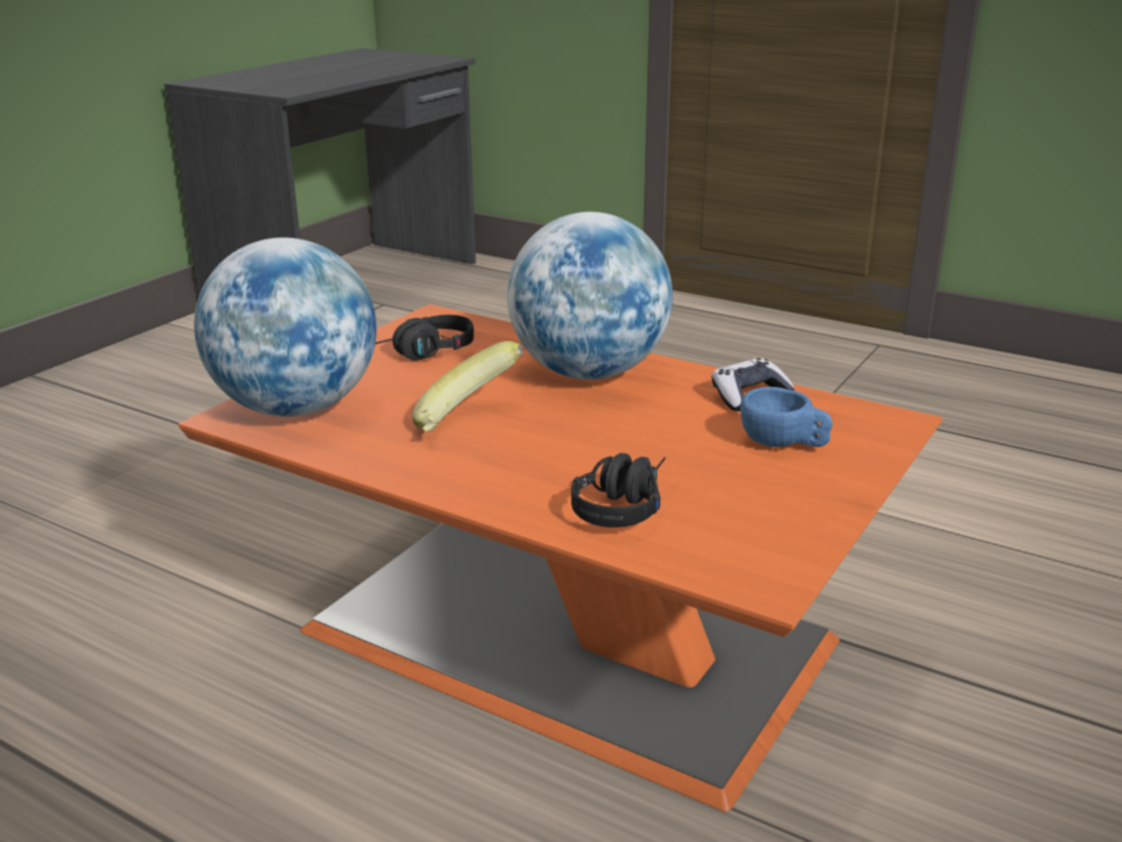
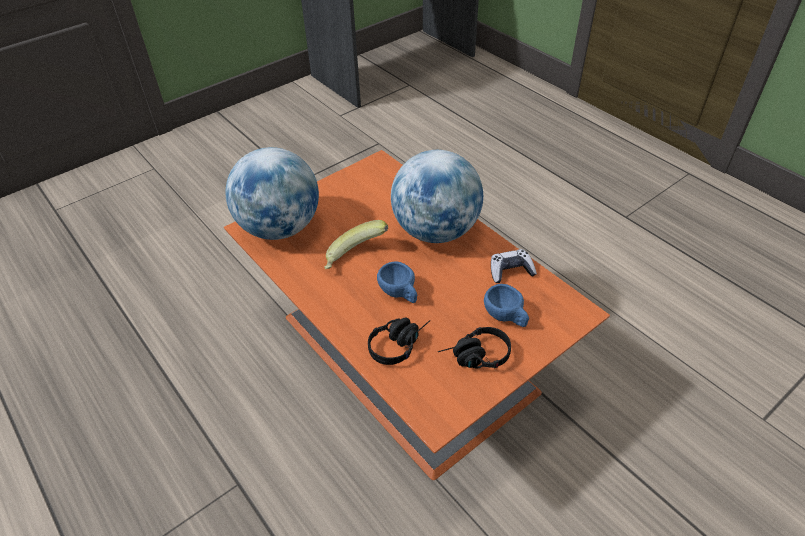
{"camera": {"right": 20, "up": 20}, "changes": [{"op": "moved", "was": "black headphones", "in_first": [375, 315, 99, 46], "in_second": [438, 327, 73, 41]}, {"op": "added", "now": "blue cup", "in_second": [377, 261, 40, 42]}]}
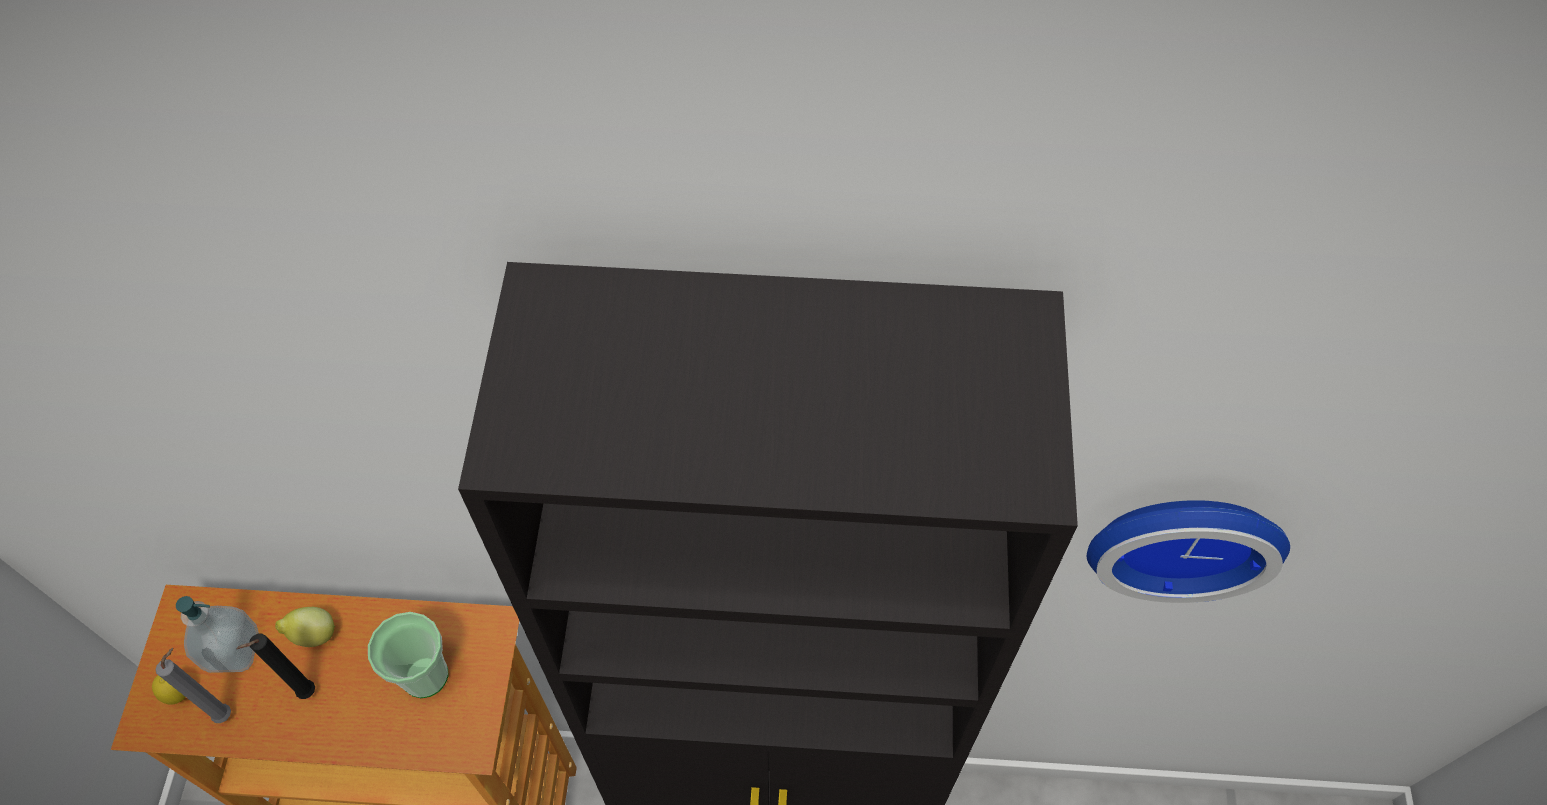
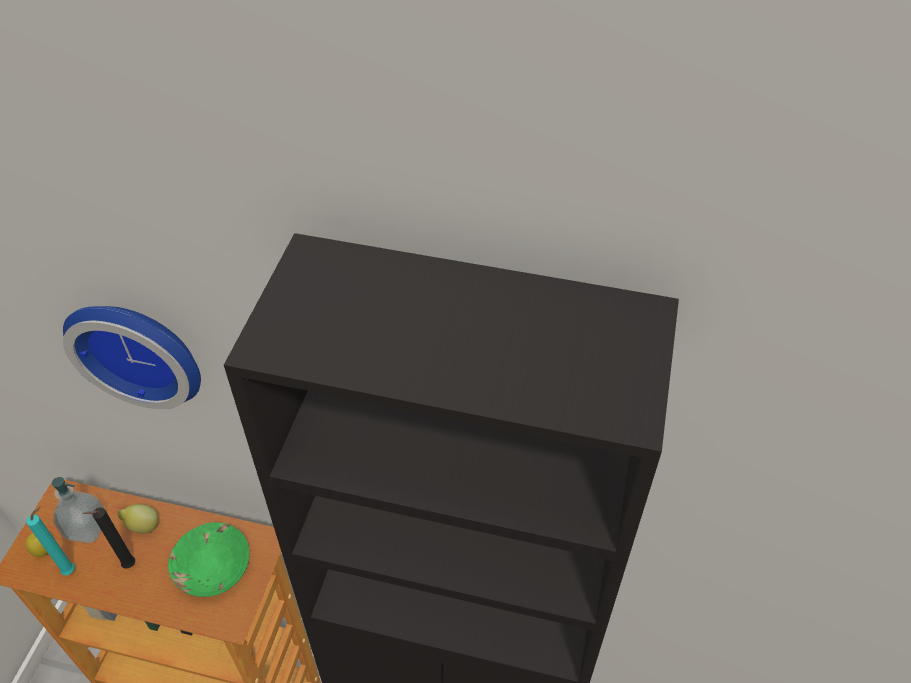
{"camera": {"right": 10, "up": -10}, "changes": [{"op": "moved", "was": "wall clock", "in_first": [1087, 500, 203, 103], "in_second": [63, 306, 138, 103]}, {"op": "replaced", "was": "cup", "now": "green bowl", "in_first": [368, 612, 80, 86], "in_second": [168, 522, 82, 75]}, {"op": "recoloured", "was": "grey candle", "now": "turquoise candle", "in_first": [155, 648, 76, 75], "in_second": [26, 506, 49, 69]}]}
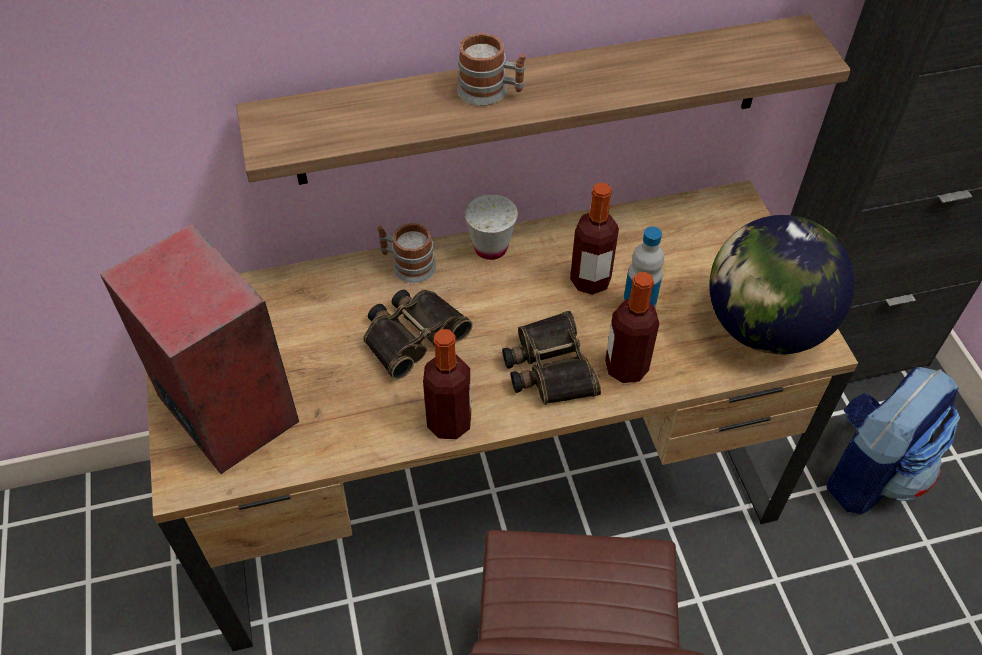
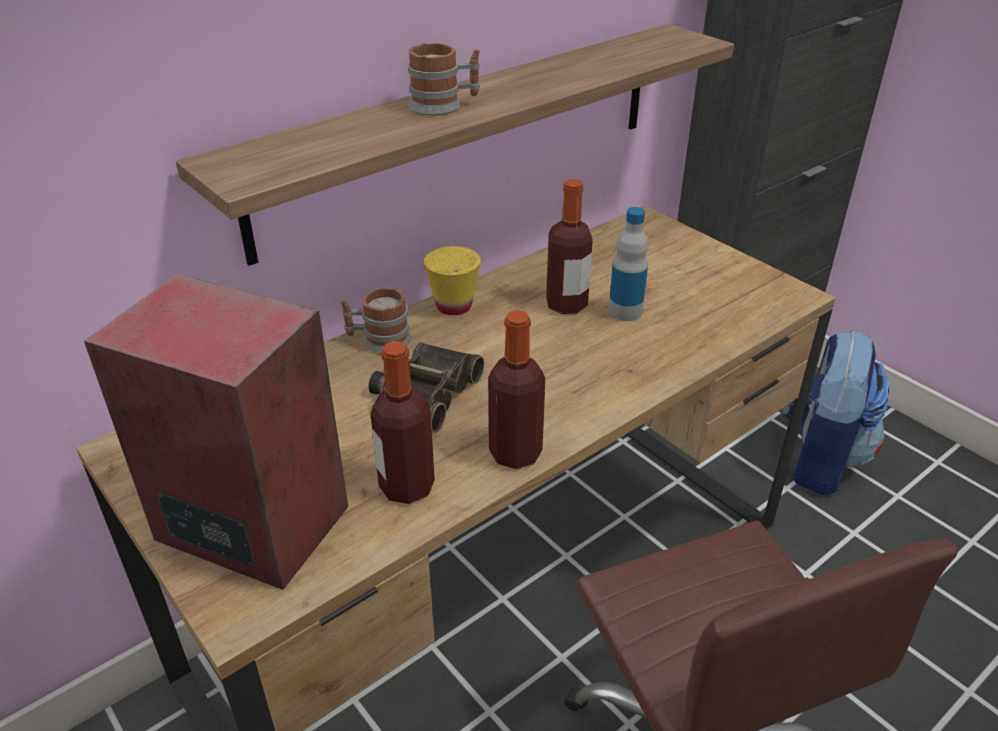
{"camera": {"right": -25, "up": -15}, "changes": [{"op": "recoloured", "was": "white cup", "now": "yellow cup", "in_first": [464, 194, 54, 66], "in_second": [424, 246, 57, 69]}, {"op": "removed", "was": "globe", "in_first": [709, 215, 146, 140]}, {"op": "moved", "was": "bottle", "in_first": [605, 272, 54, 111], "in_second": [370, 341, 65, 163]}, {"op": "removed", "was": "binoculars", "in_first": [502, 311, 99, 94]}]}
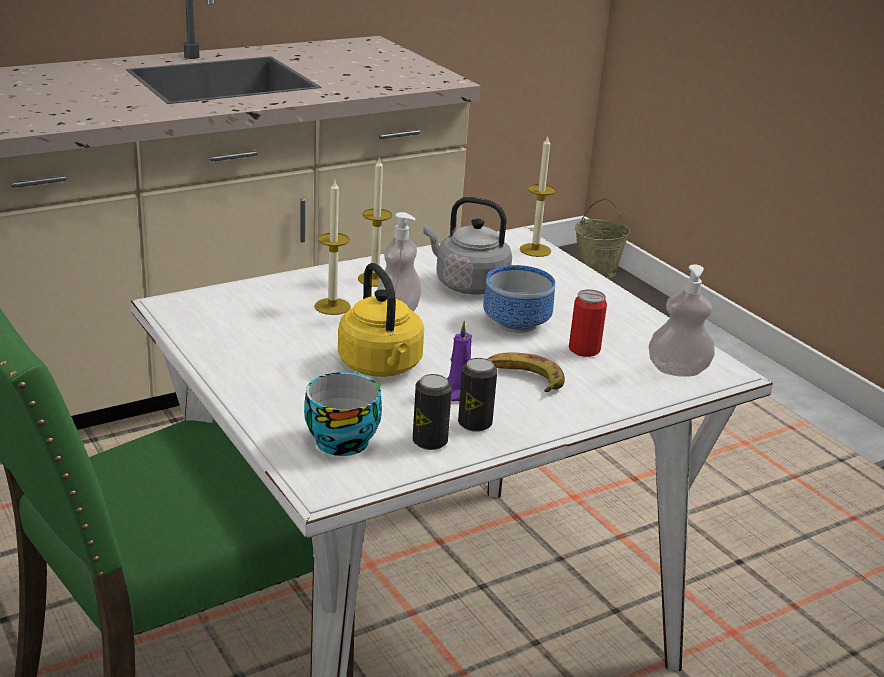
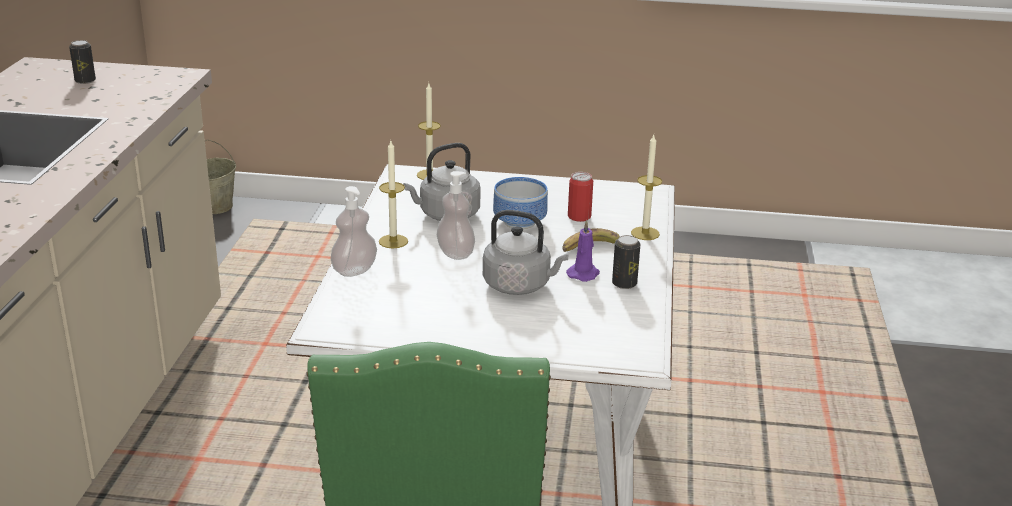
{"camera": {"right": -50, "up": 0}, "changes": [{"op": "moved", "was": "candle", "in_first": [314, 180, 37, 135], "in_second": [631, 135, 31, 105]}, {"op": "recoloured", "was": "yellow kettle", "now": "grey kettle", "in_first": [338, 263, 86, 114], "in_second": [483, 210, 86, 85]}, {"op": "moved", "was": "soap dispenser", "in_first": [649, 264, 66, 113], "in_second": [330, 186, 47, 91]}, {"op": "removed", "was": "cup", "in_first": [304, 372, 78, 84]}, {"op": "moved", "was": "can", "in_first": [413, 374, 39, 76], "in_second": [69, 40, 27, 44]}]}
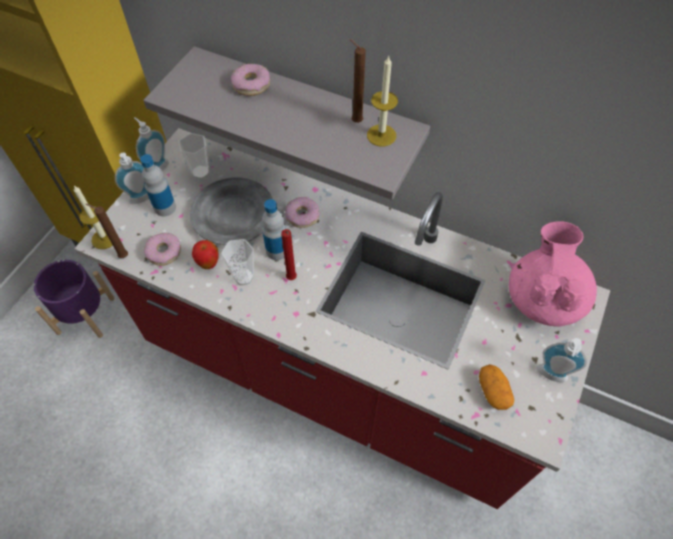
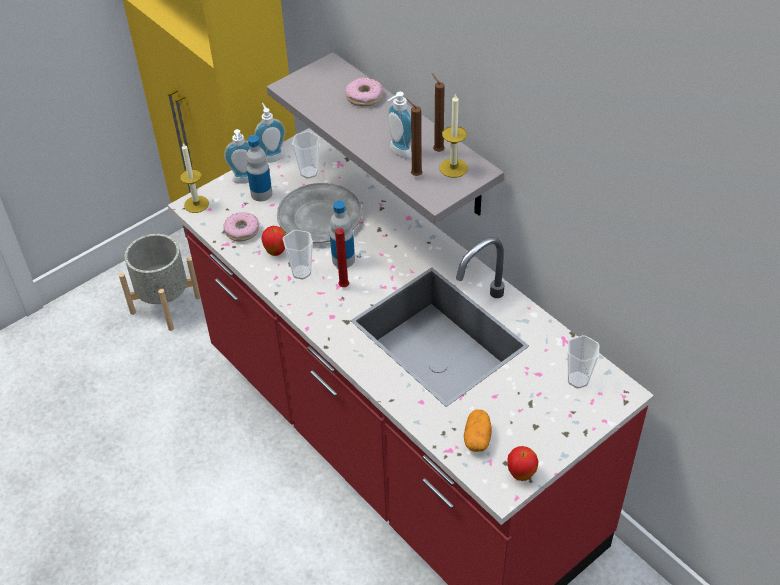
{"camera": {"right": 25, "up": -10}, "changes": [{"op": "removed", "was": "donut", "in_first": [285, 197, 34, 31]}, {"op": "moved", "was": "brown candle", "in_first": [86, 204, 42, 54], "in_second": [407, 99, 15, 77]}, {"op": "replaced", "was": "pink teapot", "now": "cup", "in_first": [509, 222, 88, 104], "in_second": [567, 335, 33, 54]}, {"op": "recoloured", "was": "purple planter", "now": "grey planter", "in_first": [34, 260, 80, 78], "in_second": [119, 234, 82, 97]}, {"op": "moved", "was": "soap dispenser", "in_first": [537, 338, 50, 44], "in_second": [387, 92, 25, 67]}, {"op": "added", "now": "apple", "in_second": [507, 446, 31, 35]}]}
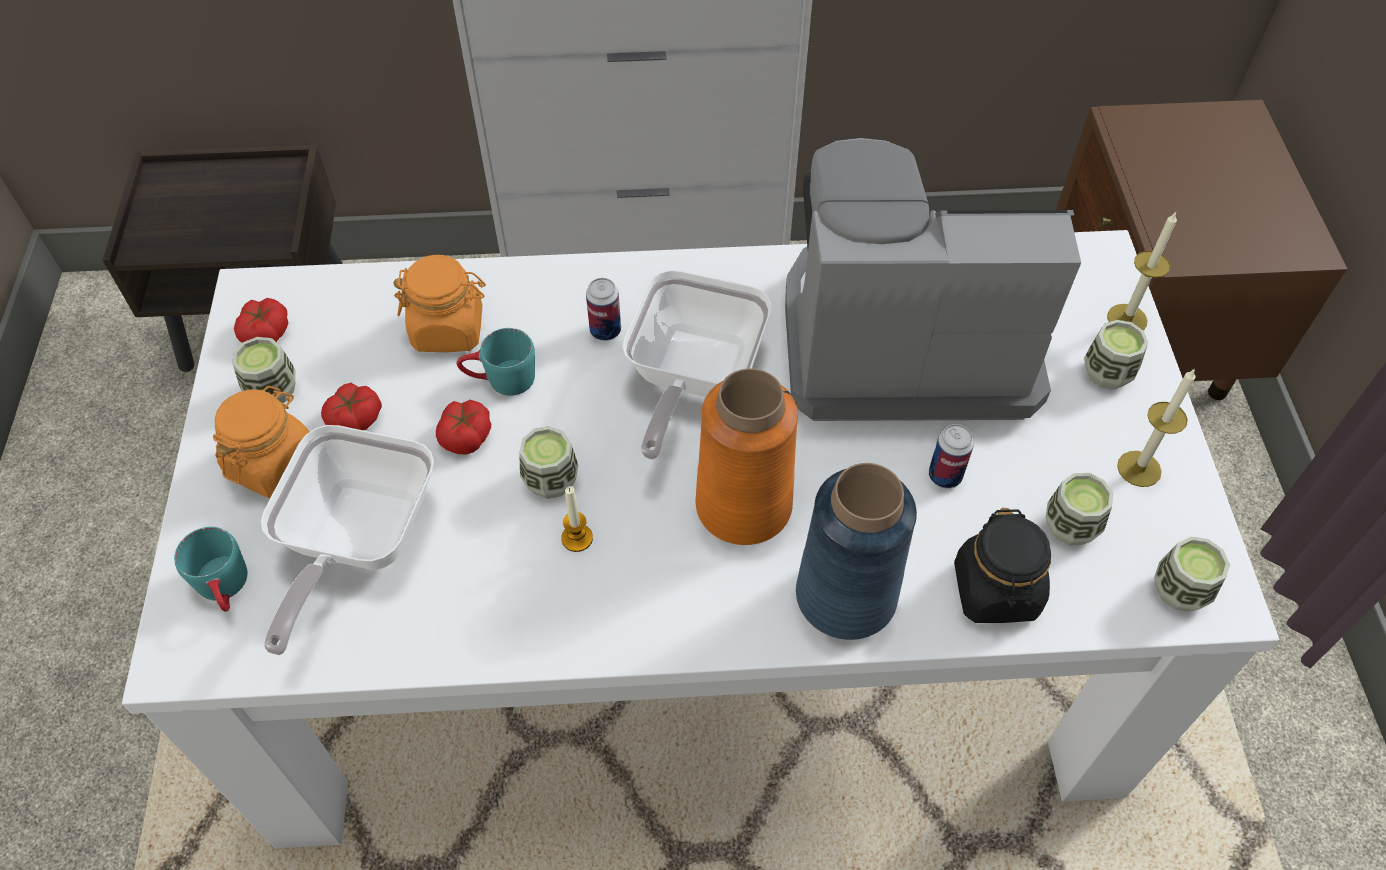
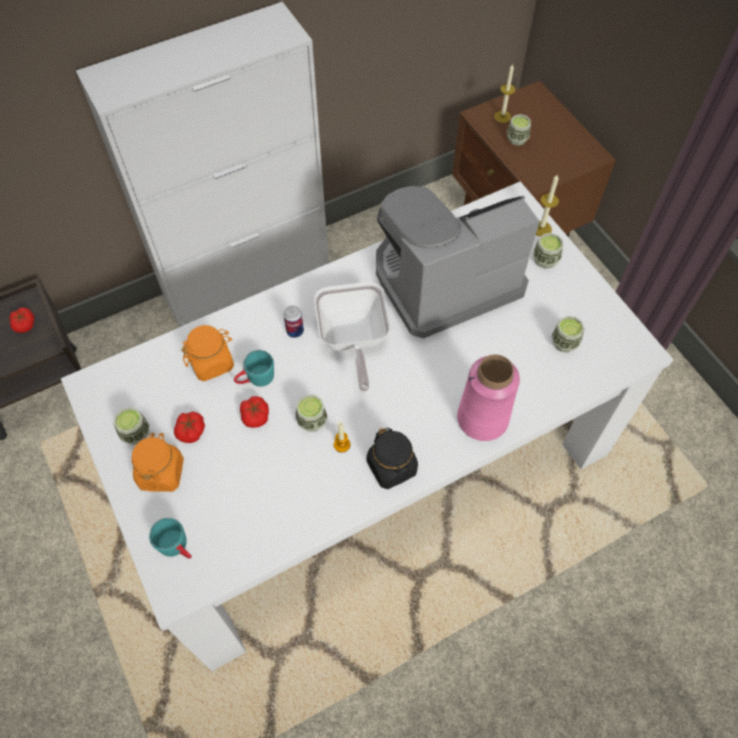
{"camera": {"right": -25, "up": 5}, "changes": [{"op": "moved", "was": "tomato", "in_first": [234, 298, 54, 45], "in_second": [10, 308, 24, 25]}, {"op": "removed", "was": "orange vase", "in_first": [696, 368, 102, 177]}, {"op": "moved", "was": "candle", "in_first": [1117, 368, 79, 119], "in_second": [494, 64, 22, 59]}, {"op": "removed", "was": "can", "in_first": [929, 424, 45, 64]}, {"op": "removed", "was": "frying pan", "in_first": [261, 425, 173, 230]}, {"op": "recoloured", "was": "blue vase", "now": "pink vase", "in_first": [796, 463, 121, 177], "in_second": [457, 354, 63, 87]}, {"op": "moved", "was": "black jar", "in_first": [954, 508, 97, 115], "in_second": [367, 428, 51, 61]}, {"op": "moved", "was": "cup", "in_first": [1154, 537, 76, 75], "in_second": [507, 114, 24, 32]}]}
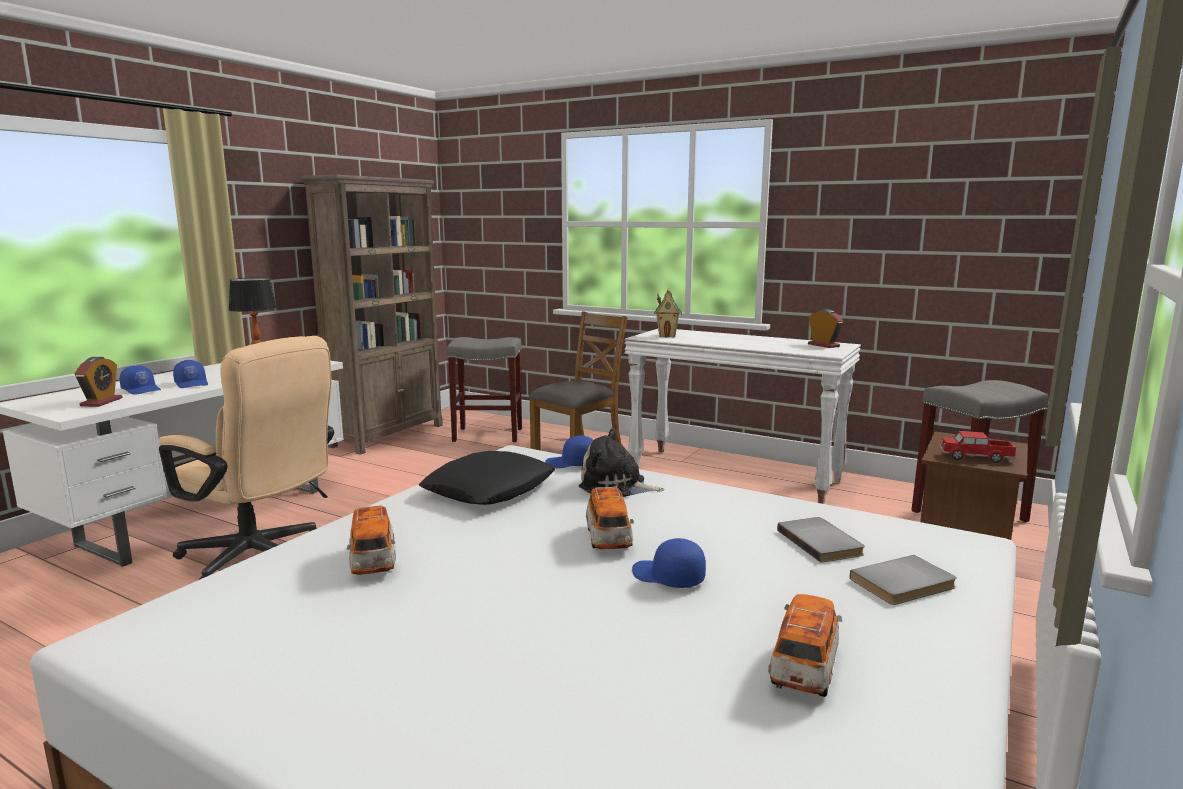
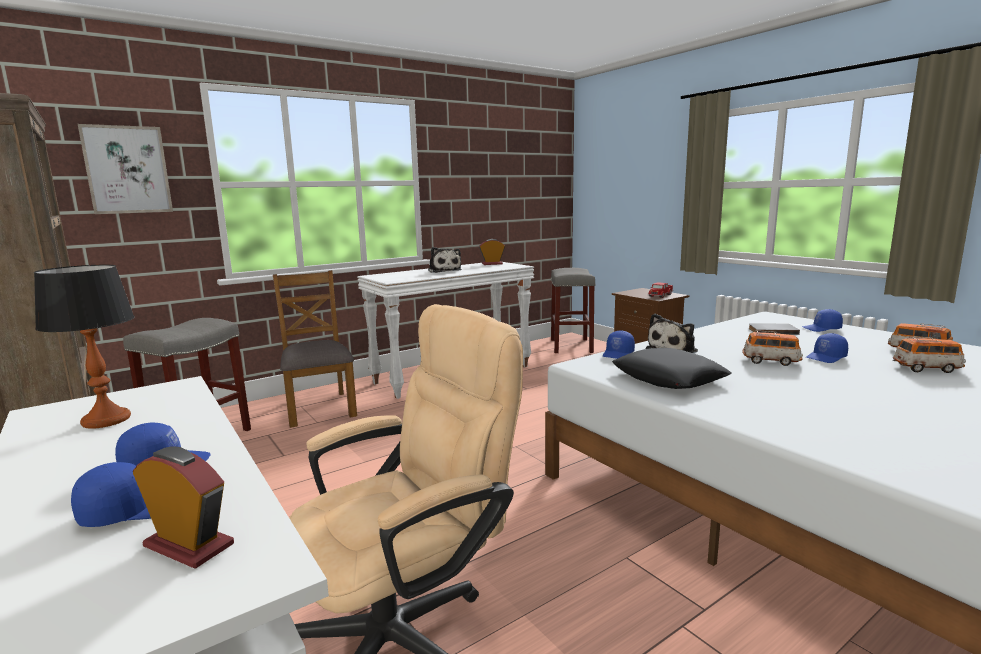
{"camera": {"right": -65, "up": 0}, "changes": [{"op": "removed", "was": "toy house", "in_first": [654, 288, 28, 49]}, {"op": "moved", "was": "toy car", "in_first": [347, 504, 49, 71], "in_second": [893, 336, 73, 37]}, {"op": "replaced", "was": "grey book", "now": "blue cap", "in_first": [850, 555, 107, 50], "in_second": [802, 309, 41, 23]}, {"op": "added", "now": "picture", "in_second": [78, 124, 95, 90]}, {"op": "added", "now": "plush toy", "in_second": [428, 247, 33, 26]}]}
